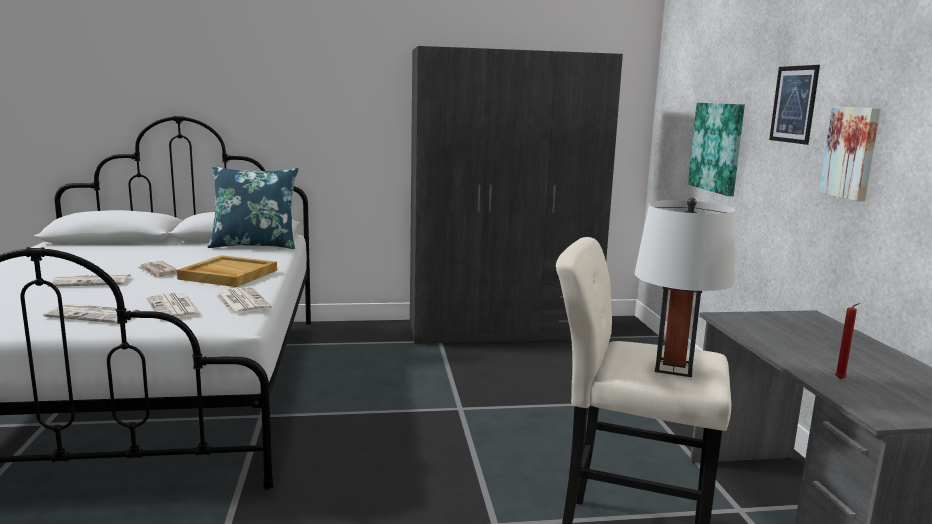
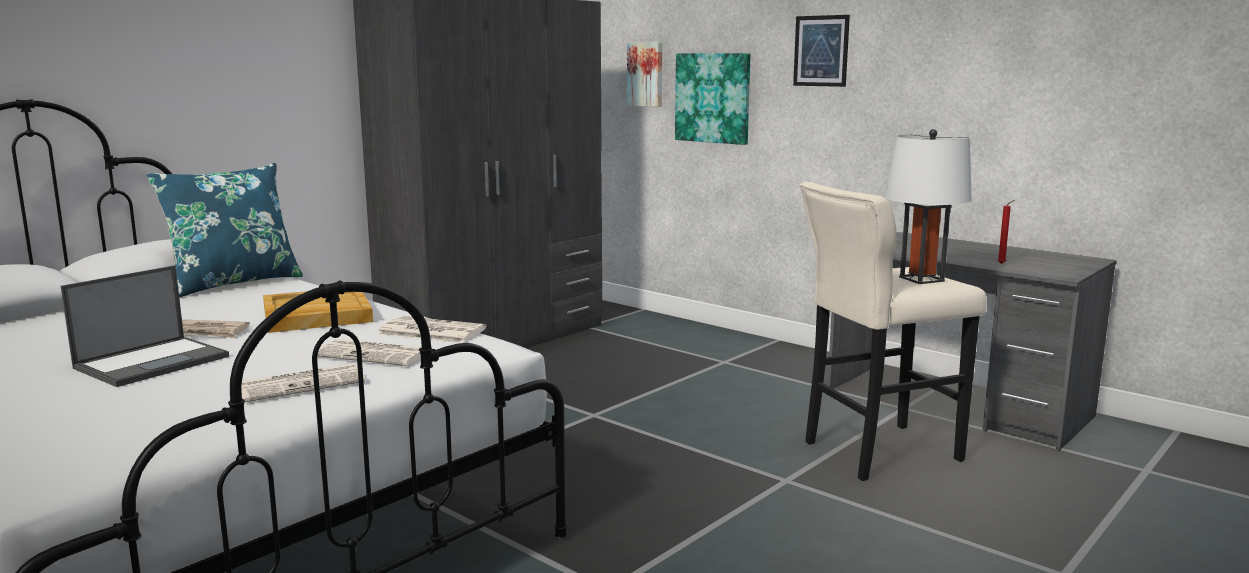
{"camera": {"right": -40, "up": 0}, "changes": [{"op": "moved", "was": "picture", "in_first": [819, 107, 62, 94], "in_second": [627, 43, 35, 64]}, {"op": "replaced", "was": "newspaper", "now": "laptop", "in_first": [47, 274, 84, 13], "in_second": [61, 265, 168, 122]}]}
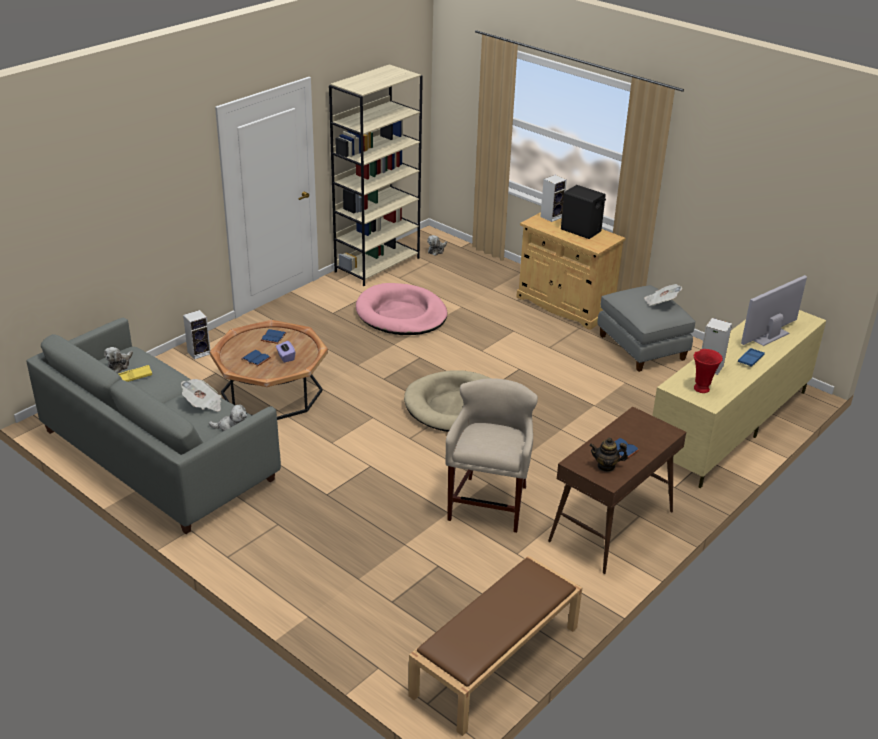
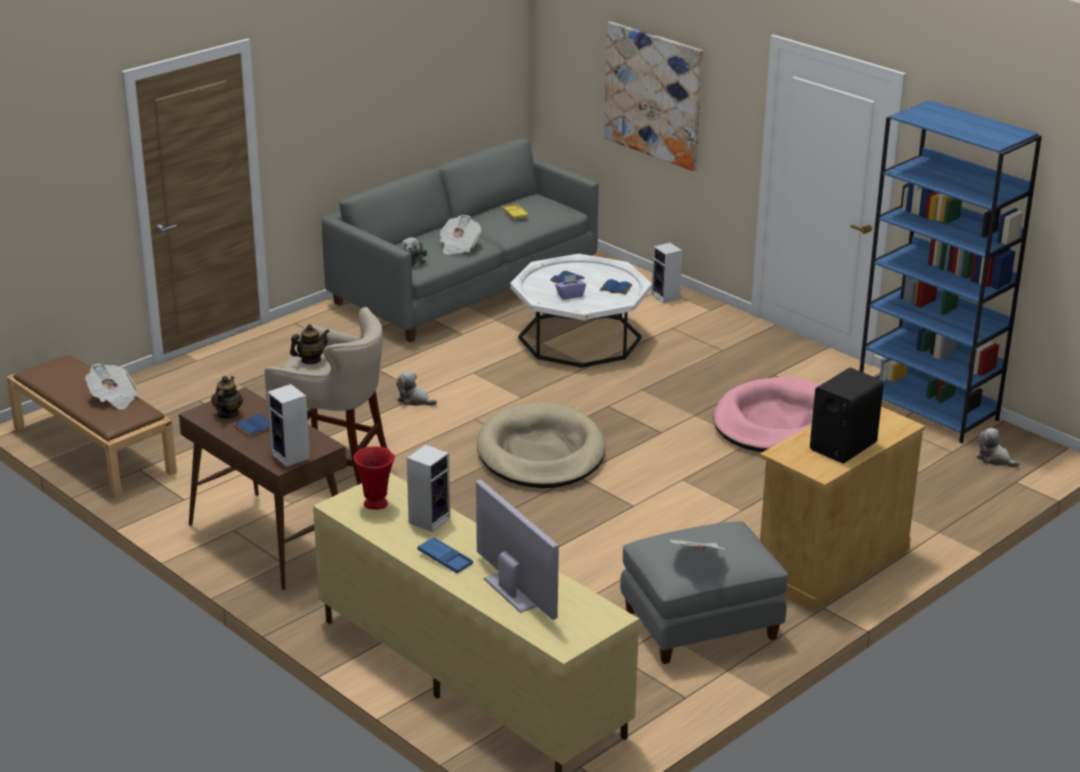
{"camera": {"right": 95, "up": -5}, "changes": [{"op": "recoloured", "was": "beige bookcase", "now": "blue bookcase", "in_first": [329, 64, 94, 222], "in_second": [860, 100, 182, 343]}, {"op": "moved", "was": "speaker", "in_first": [540, 175, 27, 47], "in_second": [267, 384, 43, 83]}, {"op": "recoloured", "was": "brown coffee table", "now": "white coffee table", "in_first": [210, 320, 118, 100], "in_second": [510, 254, 142, 114]}, {"op": "moved", "was": "plush toy", "in_first": [104, 347, 29, 26], "in_second": [396, 371, 41, 35]}, {"op": "added", "now": "picture", "in_second": [604, 22, 99, 149]}, {"op": "added", "now": "teapot", "in_second": [290, 324, 39, 40]}, {"op": "added", "now": "newspaper", "in_second": [85, 364, 54, 45]}]}
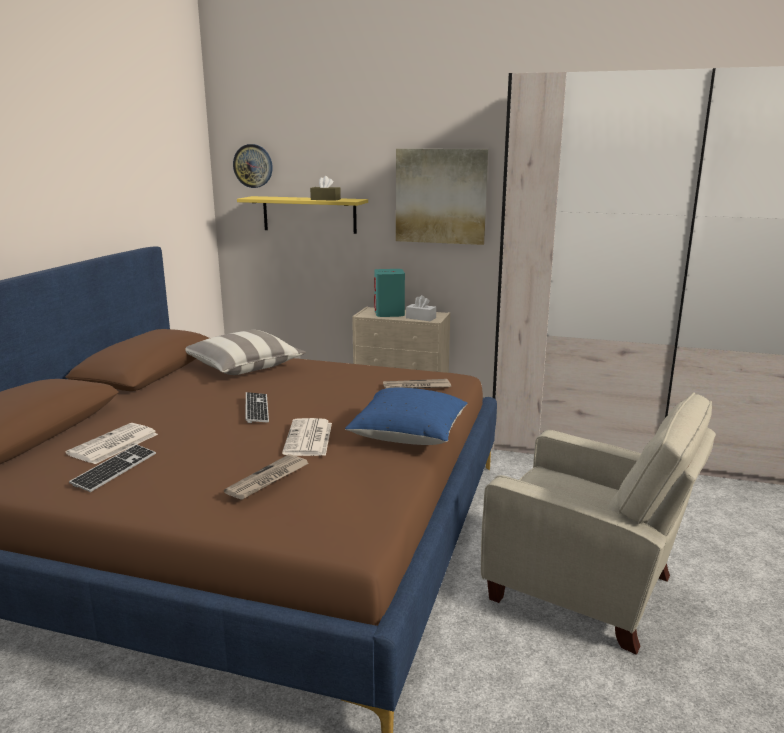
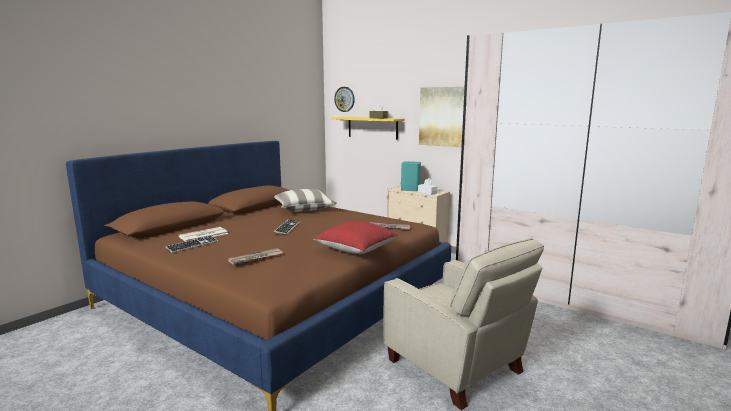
{"camera": {"right": 20, "up": -5}, "changes": [{"op": "recoloured", "was": "blue pillow", "now": "red pillow", "in_first": [345, 388, 123, 57], "in_second": [313, 221, 85, 33]}, {"op": "removed", "was": "newspaper", "in_first": [282, 418, 50, 38]}]}
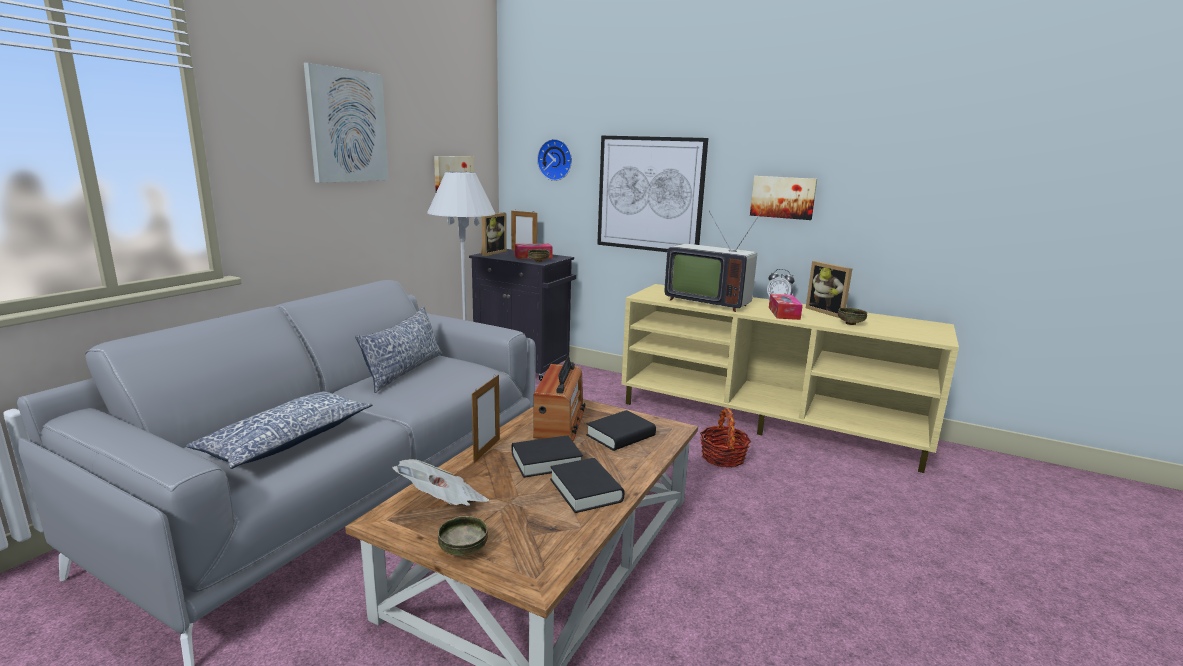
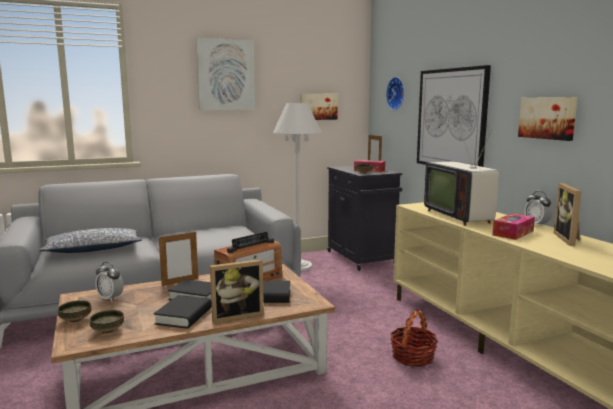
{"camera": {"right": 40, "up": -5}, "changes": [{"op": "moved", "was": "picture frame", "in_first": [481, 213, 26, 43], "in_second": [210, 259, 54, 64]}, {"op": "removed", "was": "pillow", "in_first": [355, 306, 87, 87]}, {"op": "moved", "was": "bowl", "in_first": [838, 307, 29, 18], "in_second": [89, 310, 35, 23]}, {"op": "replaced", "was": "newspaper", "now": "alarm clock", "in_first": [392, 459, 97, 47], "in_second": [95, 262, 29, 40]}]}
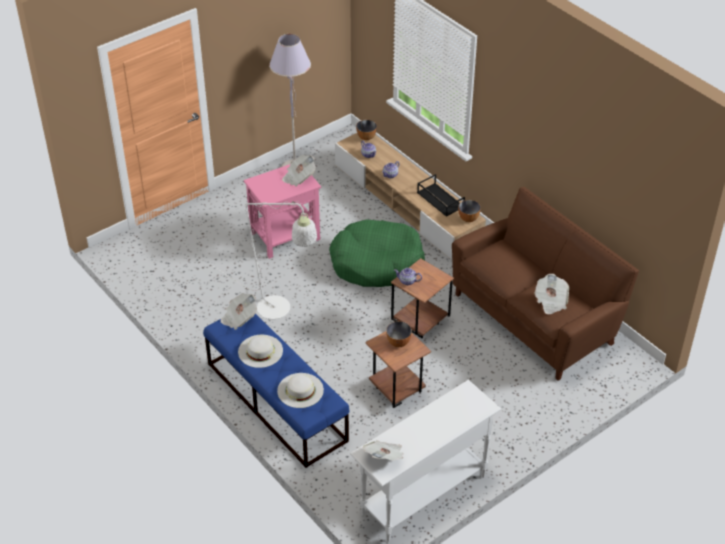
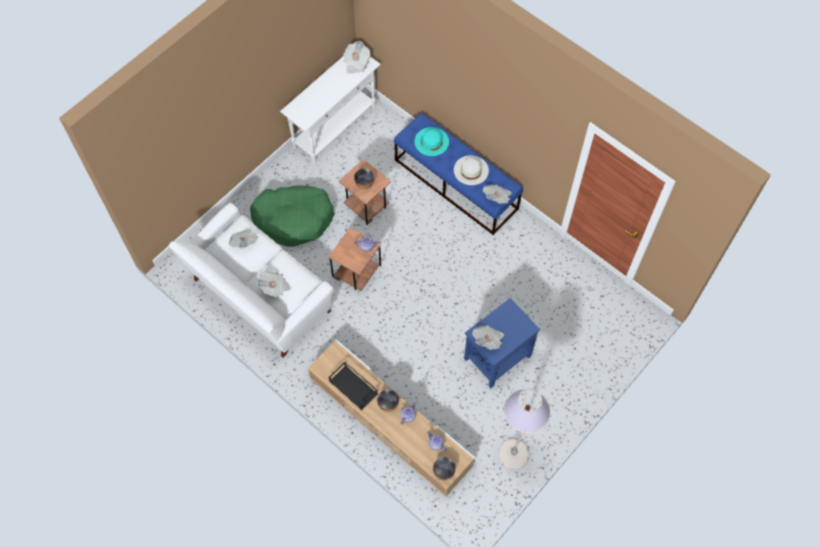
{"camera": {"right": 170, "up": 20}, "changes": [{"op": "recoloured", "was": "pink side table", "now": "blue side table", "in_first": [244, 164, 77, 95], "in_second": [464, 298, 76, 90]}, {"op": "recoloured", "was": "brown sofa", "now": "white sofa", "in_first": [452, 187, 187, 194], "in_second": [169, 203, 164, 155]}, {"op": "moved", "was": "bowl", "in_first": [458, 200, 23, 22], "in_second": [377, 389, 22, 23]}, {"op": "removed", "was": "white floor lamp", "in_first": [212, 201, 105, 118]}, {"op": "moved", "was": "green dog bed", "in_first": [329, 219, 96, 68], "in_second": [250, 185, 84, 62]}, {"op": "recoloured", "was": "white hat", "now": "turquoise hat", "in_first": [277, 373, 47, 35], "in_second": [415, 127, 34, 29]}, {"op": "added", "now": "newspaper", "in_second": [256, 271, 35, 26]}]}
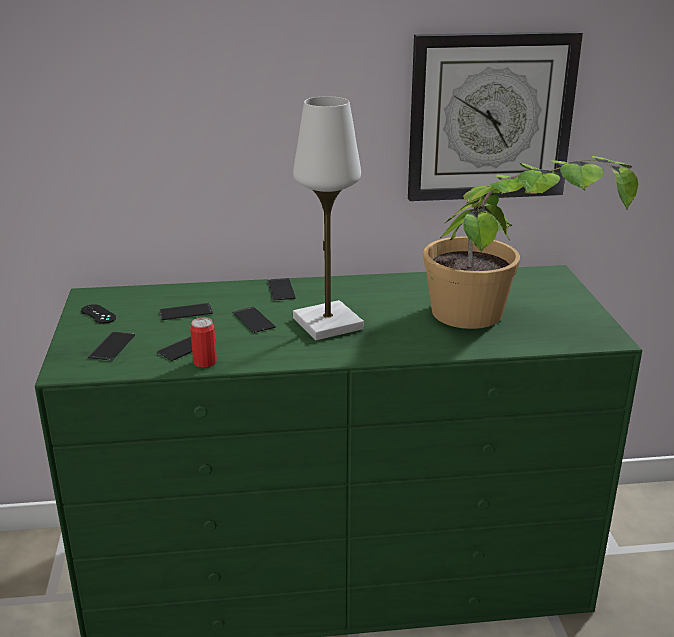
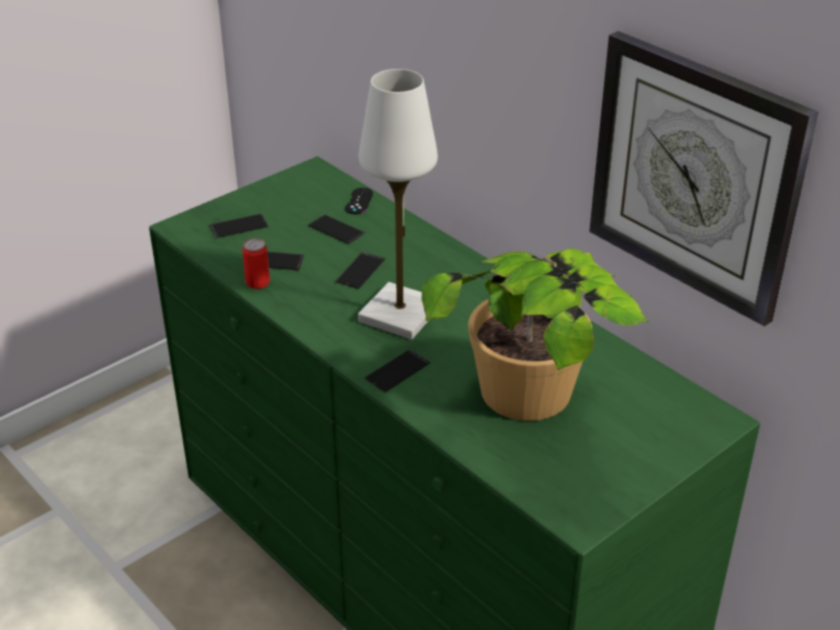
{"camera": {"right": 55, "up": 10}, "changes": [{"op": "moved", "was": "phone", "in_first": [267, 278, 29, 23], "in_second": [364, 349, 66, 43]}, {"op": "moved", "was": "black game controller", "in_first": [81, 304, 35, 20], "in_second": [345, 188, 28, 26]}]}
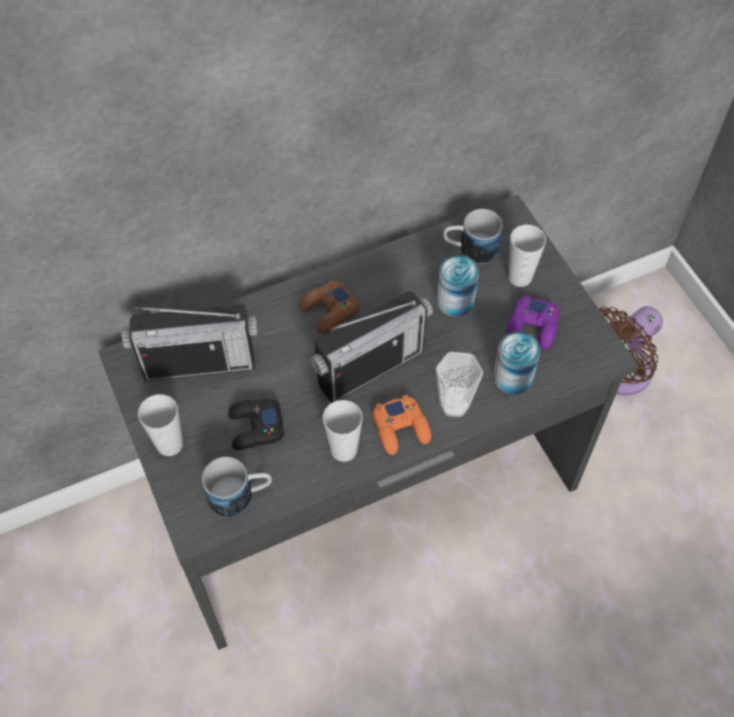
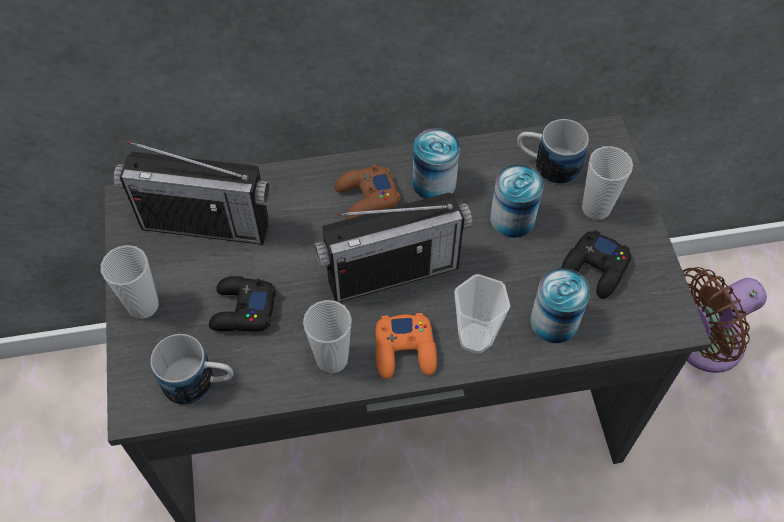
{"camera": {"right": 15, "up": 0}, "changes": [{"op": "recoloured", "was": "purple game controller", "now": "black game controller", "in_first": [507, 295, 53, 55], "in_second": [561, 230, 70, 69]}, {"op": "added", "now": "can", "in_second": [413, 128, 47, 71]}]}
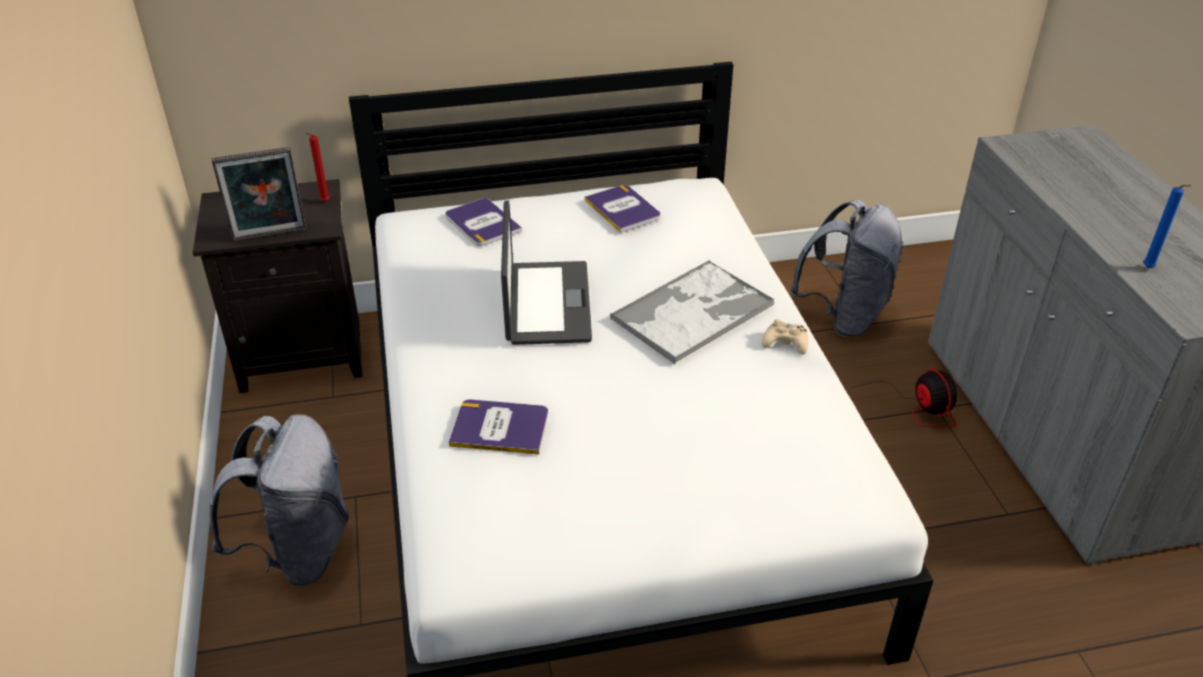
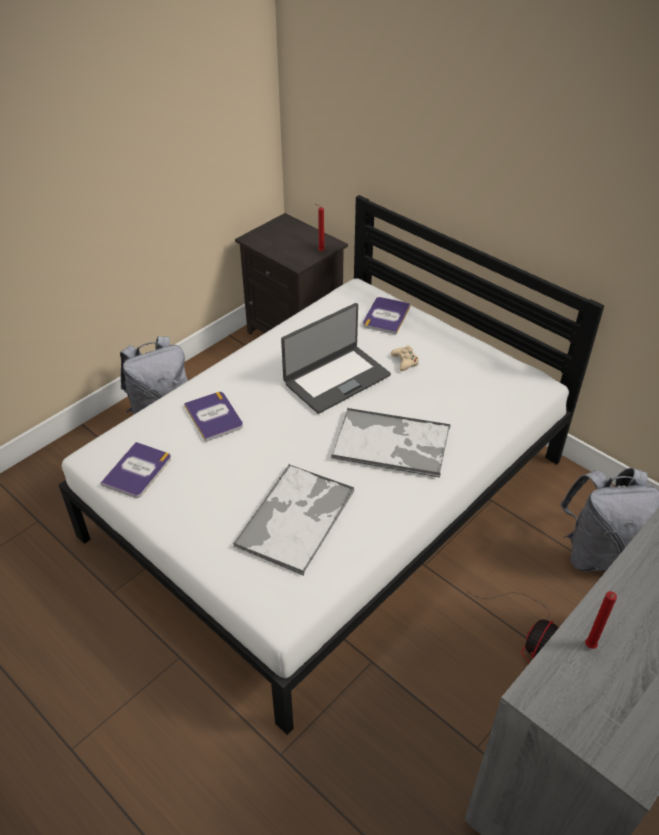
{"camera": {"right": 55, "up": 5}, "changes": [{"op": "removed", "was": "picture frame", "in_first": [212, 147, 94, 95]}, {"op": "moved", "was": "book", "in_first": [585, 185, 75, 48], "in_second": [101, 442, 70, 56]}, {"op": "recoloured", "was": "blue candle", "now": "red candle", "in_first": [1143, 185, 48, 83], "in_second": [585, 591, 32, 58]}, {"op": "moved", "was": "beige game controller", "in_first": [762, 319, 46, 36], "in_second": [390, 345, 28, 26]}, {"op": "added", "now": "tray", "in_second": [232, 463, 123, 113]}]}
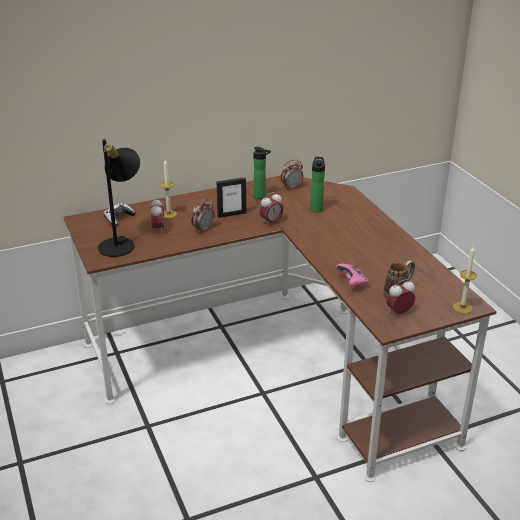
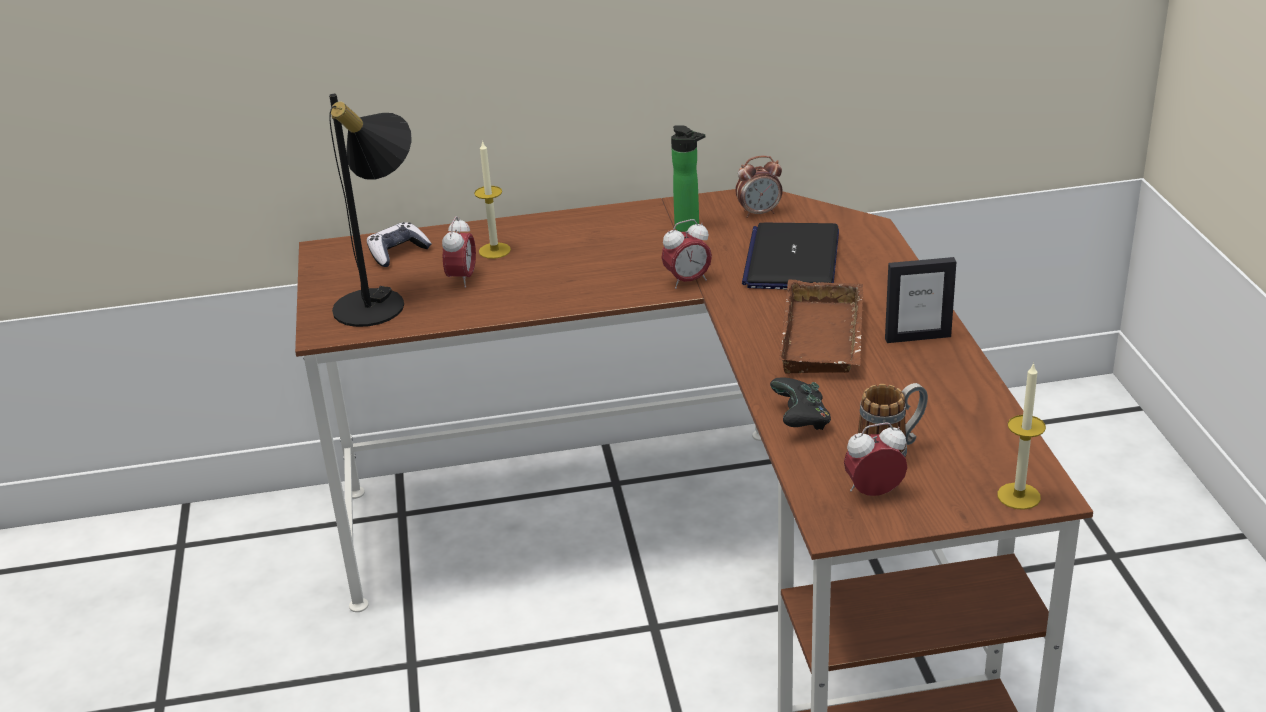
{"camera": {"right": 15, "up": 0}, "changes": [{"op": "replaced", "was": "bottle", "now": "laptop", "in_first": [311, 157, 14, 55], "in_second": [742, 223, 97, 66]}, {"op": "moved", "was": "picture frame", "in_first": [217, 177, 29, 41], "in_second": [885, 257, 71, 86]}, {"op": "removed", "was": "alarm clock", "in_first": [191, 199, 23, 34]}, {"op": "recoloured", "was": "pink game controller", "now": "black game controller", "in_first": [336, 264, 32, 23], "in_second": [770, 377, 61, 53]}, {"op": "added", "now": "brown tray", "in_second": [779, 280, 85, 94]}]}
